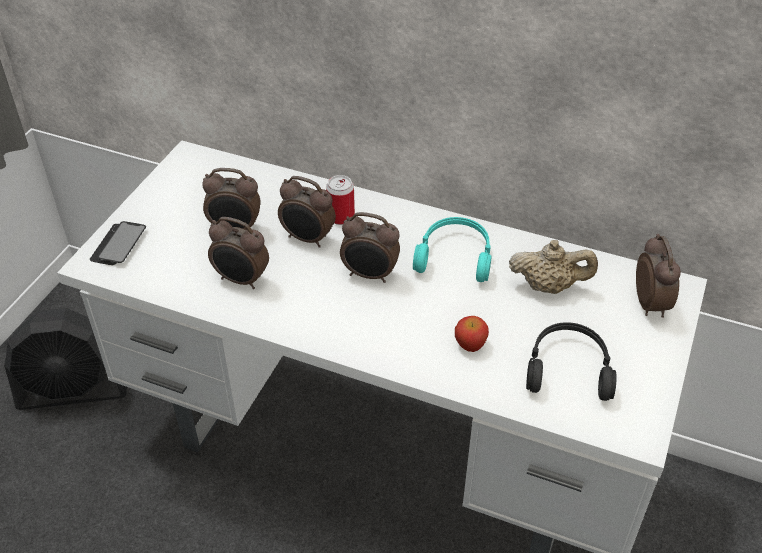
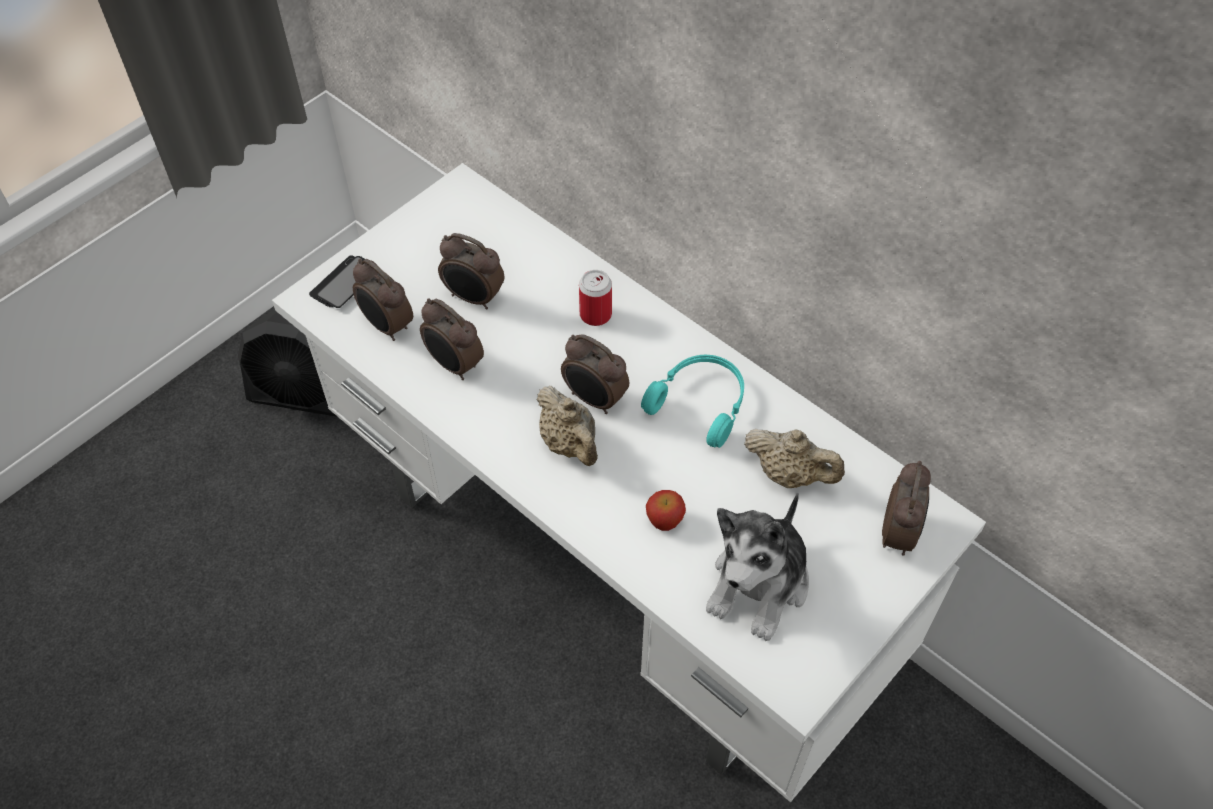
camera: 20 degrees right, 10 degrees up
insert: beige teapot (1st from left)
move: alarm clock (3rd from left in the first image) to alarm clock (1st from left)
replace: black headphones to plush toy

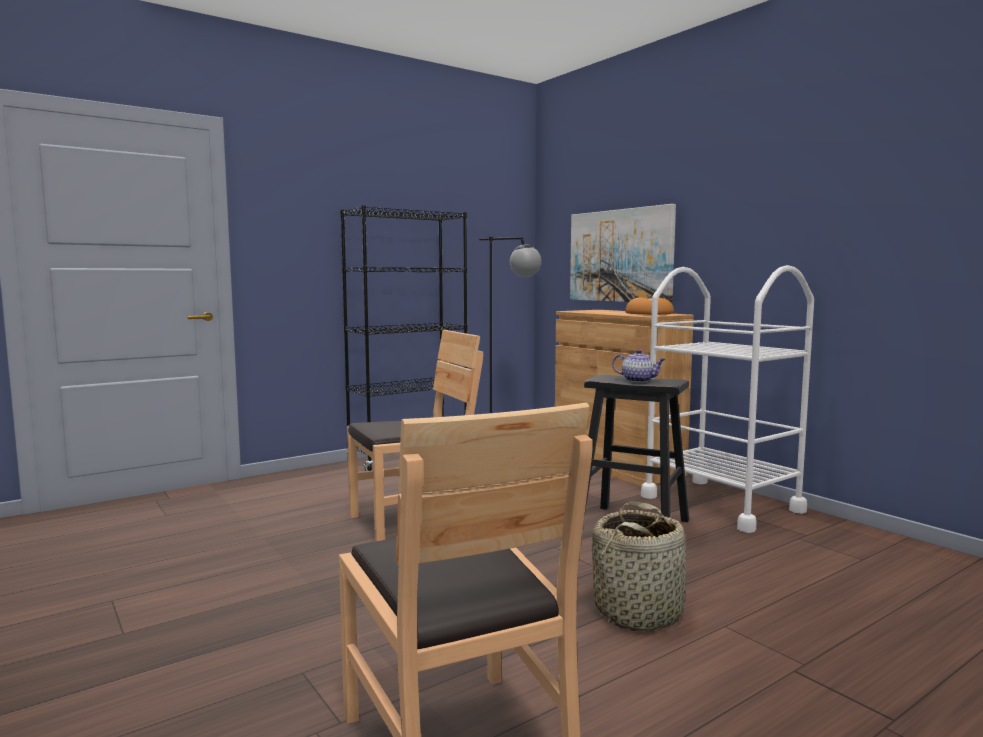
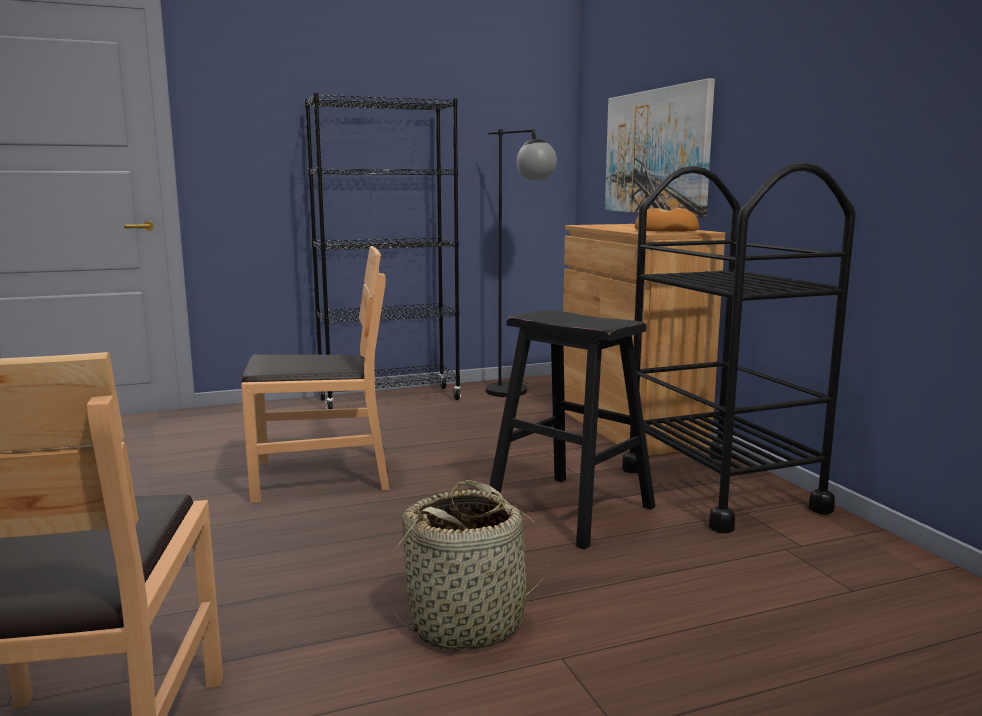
camera: 15 degrees right, 5 degrees up
delete: teapot
recolor: white cart to black cart

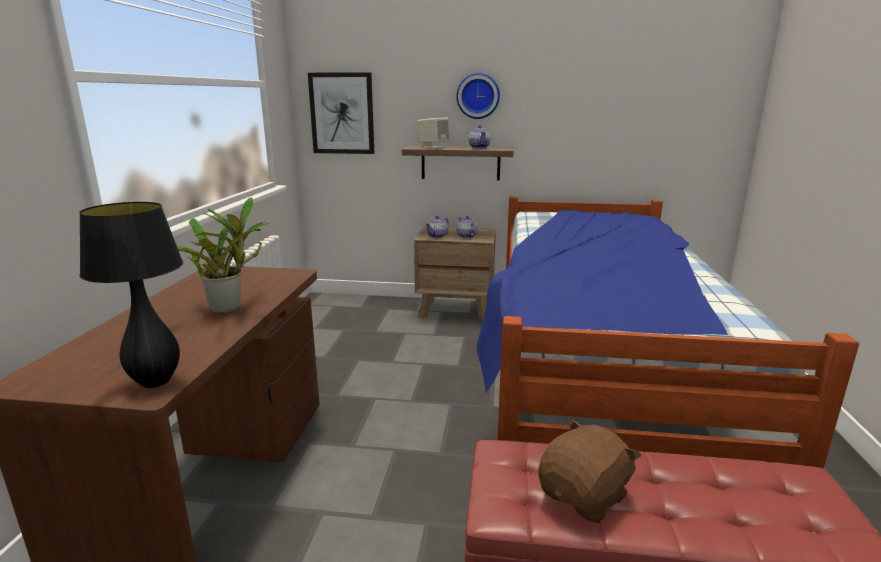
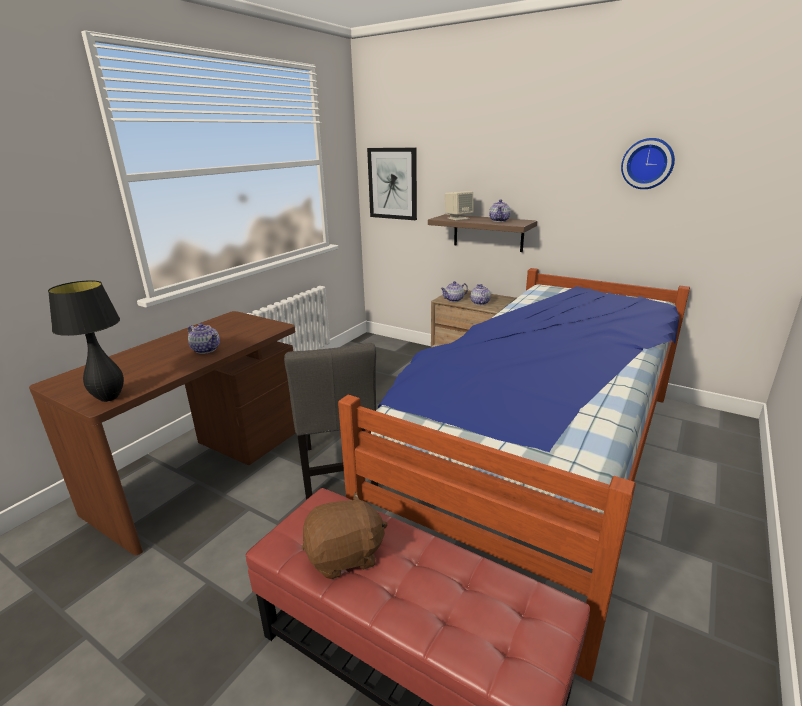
camera: 25 degrees right, 5 degrees up
insert: grey chair
move: wall clock
replace: potted plant to teapot (1st from left)

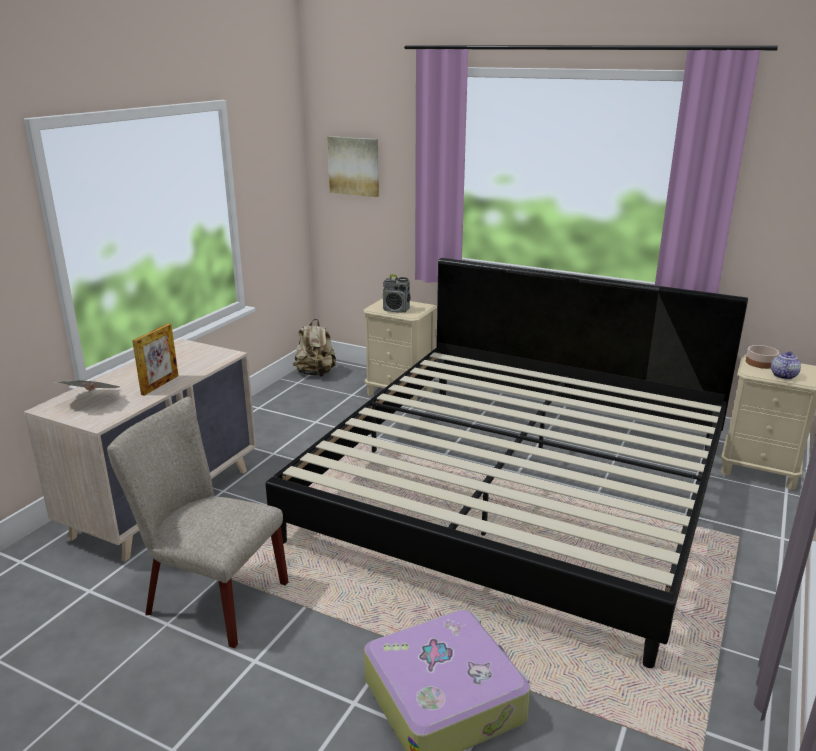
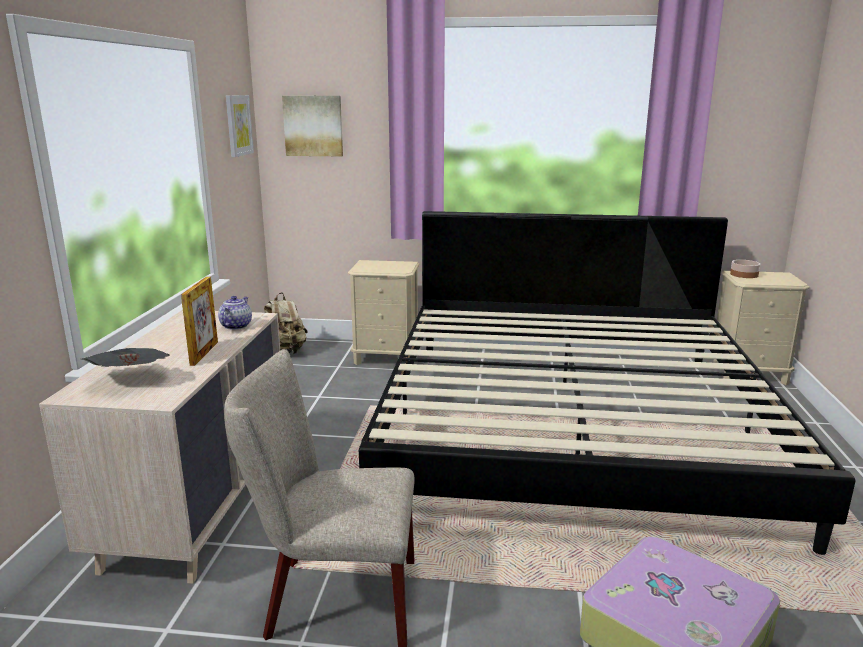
camera: 20 degrees left, 5 degrees down
delete: radio
insert: picture (1st from left)
move: teapot

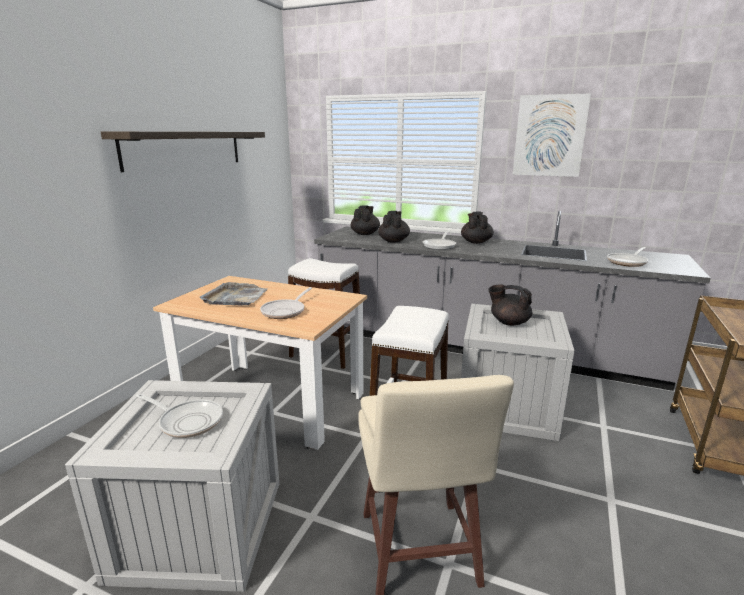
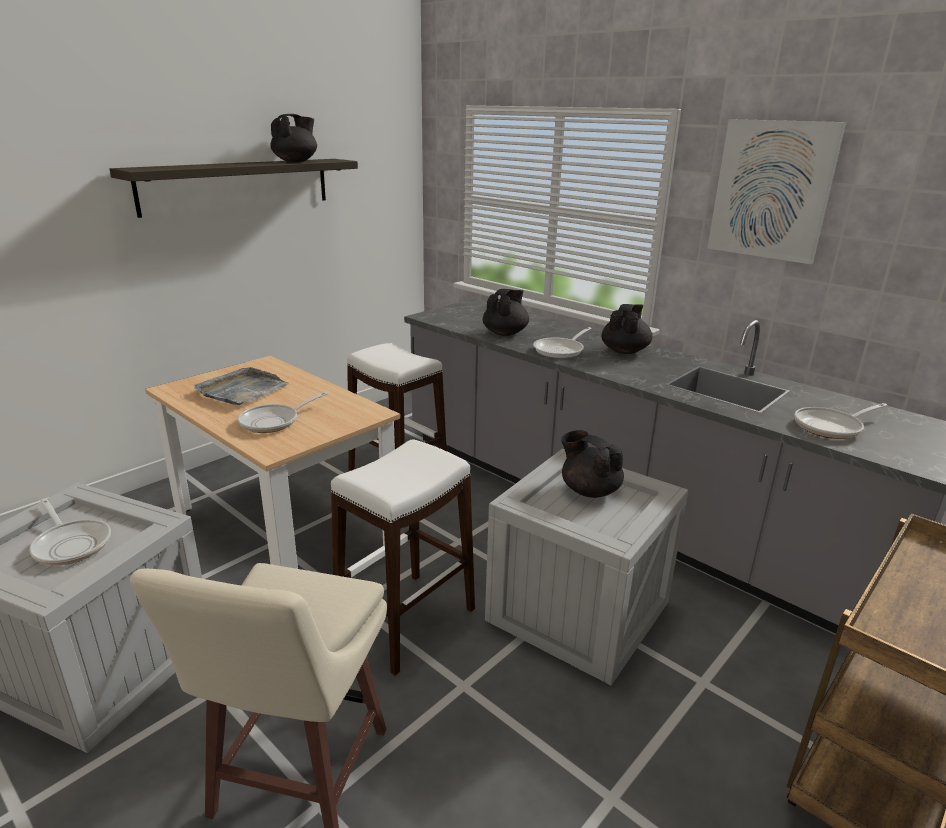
camera: 20 degrees right, 5 degrees up
move: black teapot (1st from left)

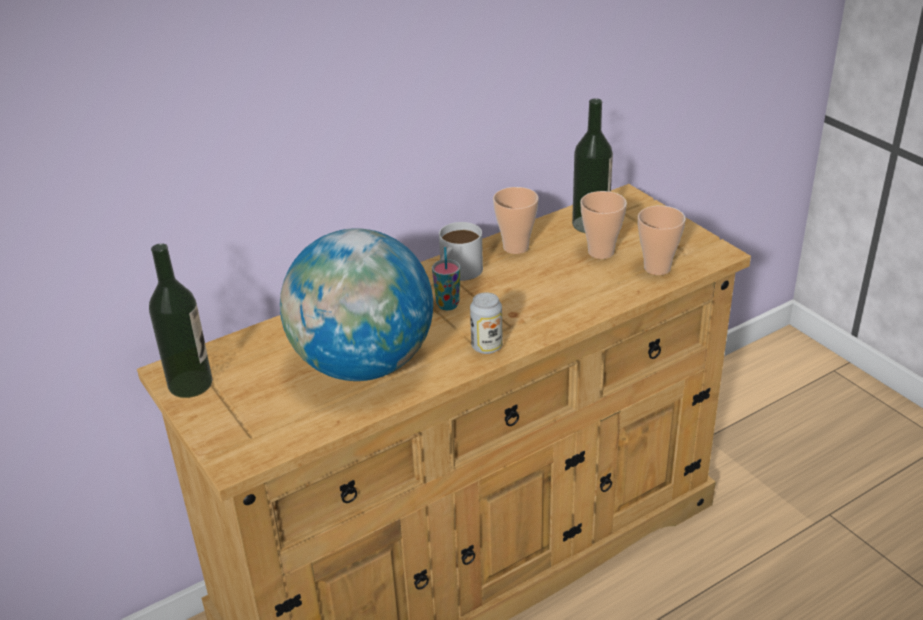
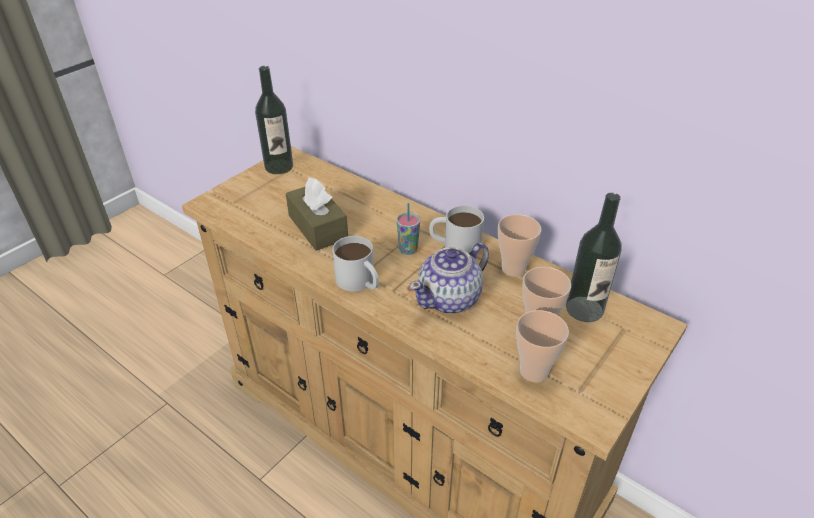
camera: 70 degrees right, 5 degrees up
insert: teapot
replace: globe to brown tissue box; can to white mug (1st from left)

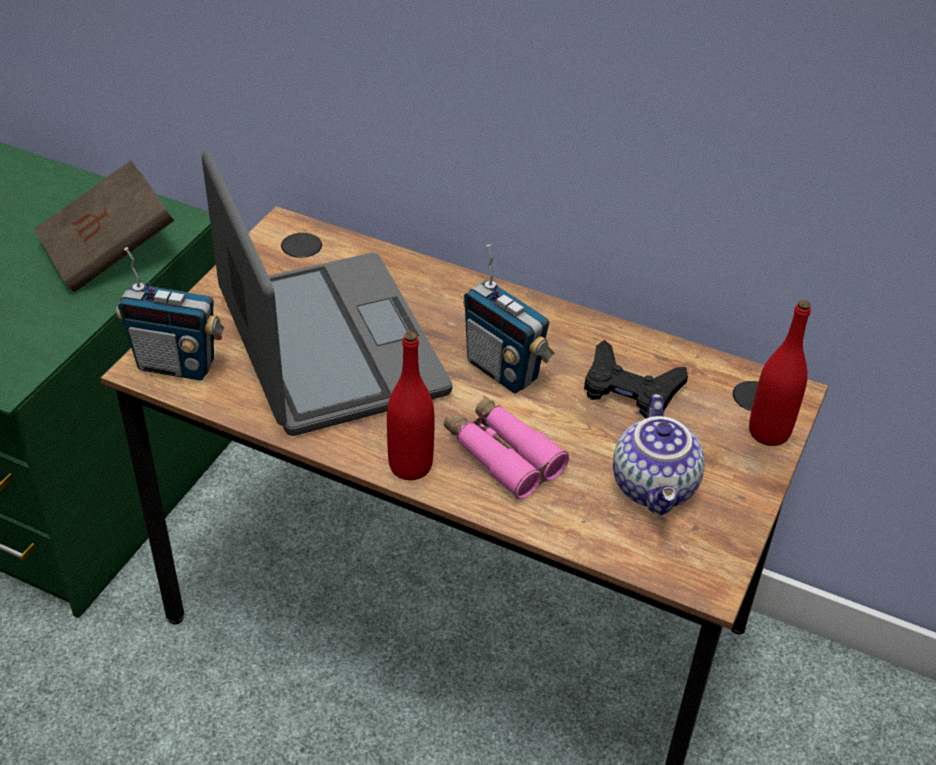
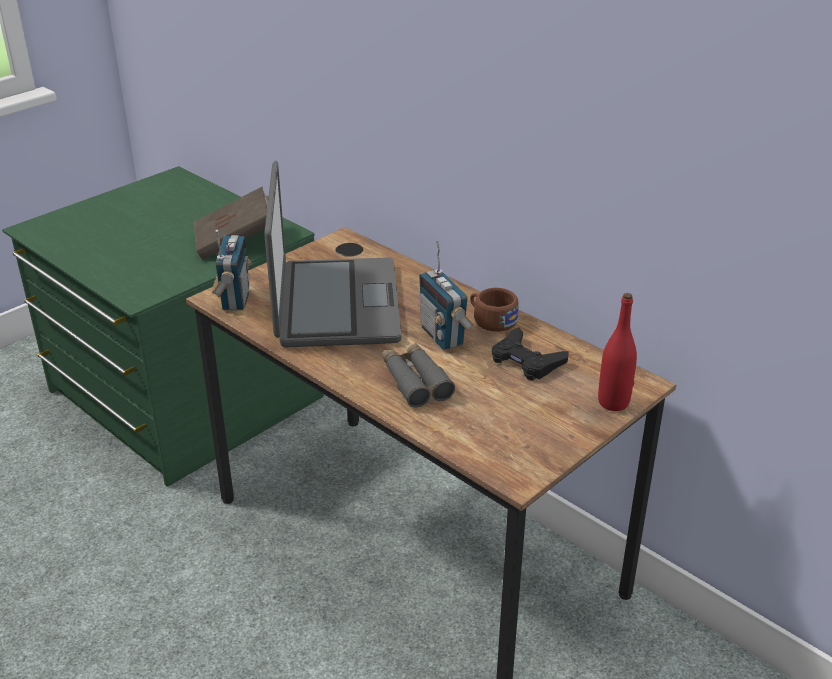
camera: 20 degrees right, 10 degrees down
delete: red bottle (1st from left); teapot
insert: brown cup
recolor: pink binoculars to grey binoculars
rotate: radio (1st from left) 120 degrees counterclockwise

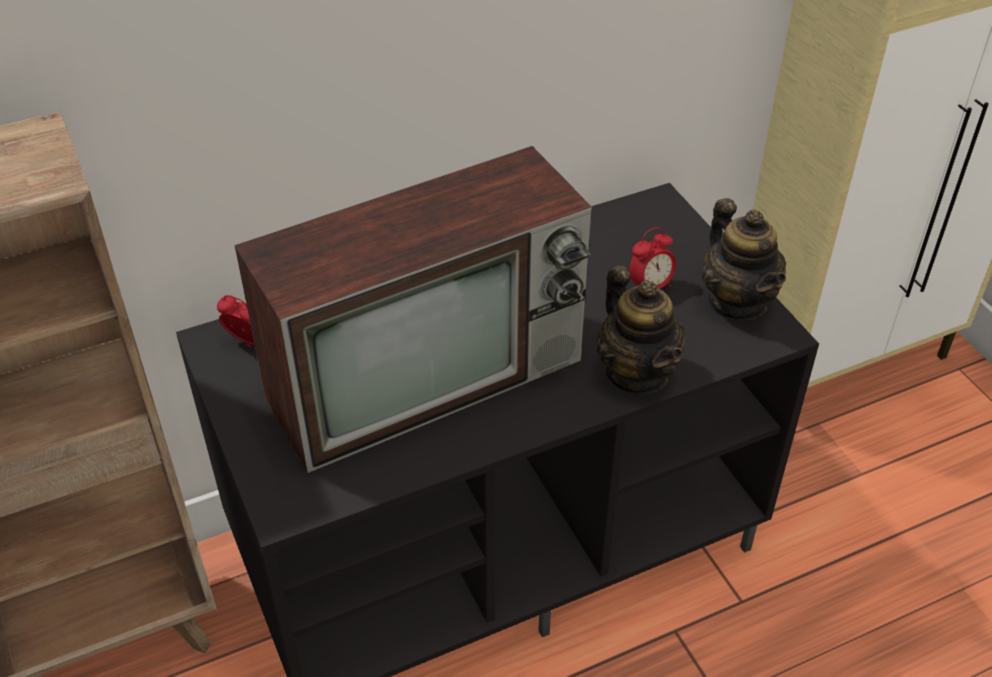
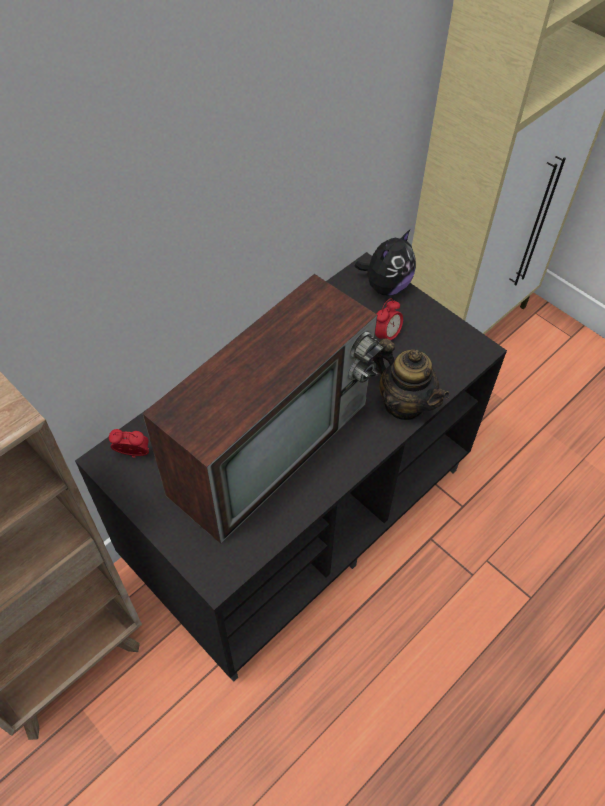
camera: 20 degrees left, 10 degrees up
delete: teapot (2nd from left)
insert: plush toy

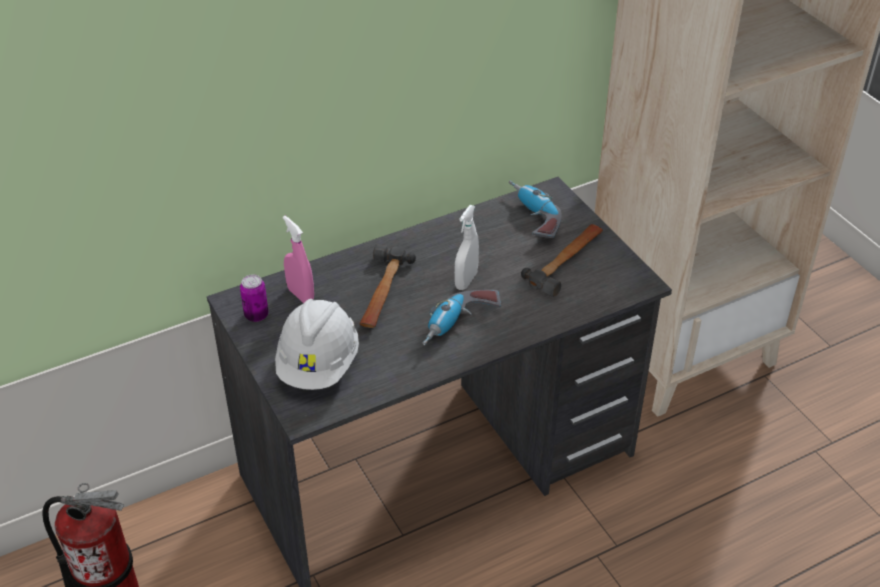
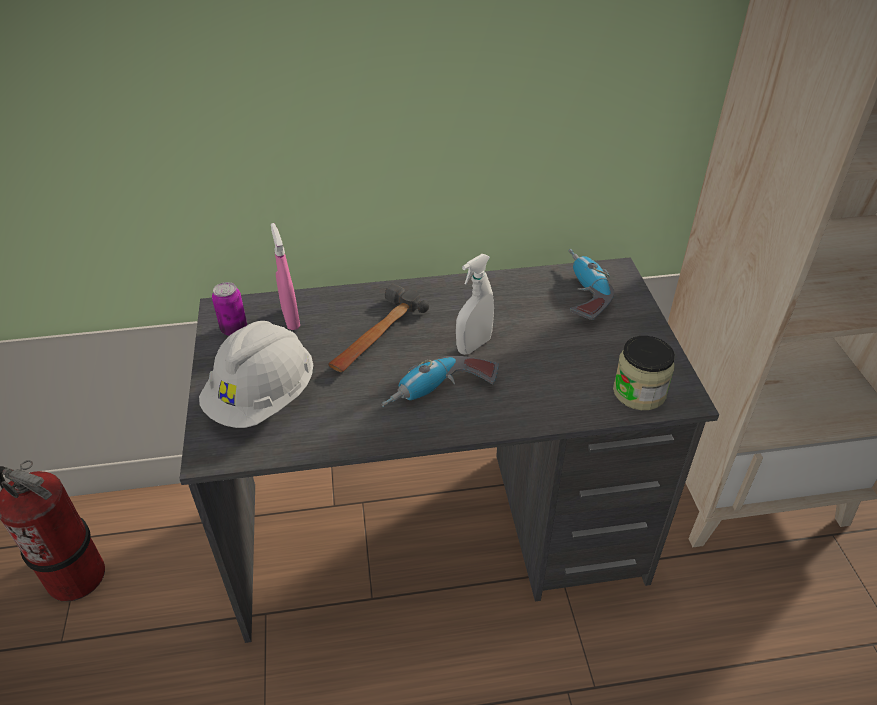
camera: 20 degrees right, 0 degrees up
delete: hammer (2nd from left)
insert: jar

